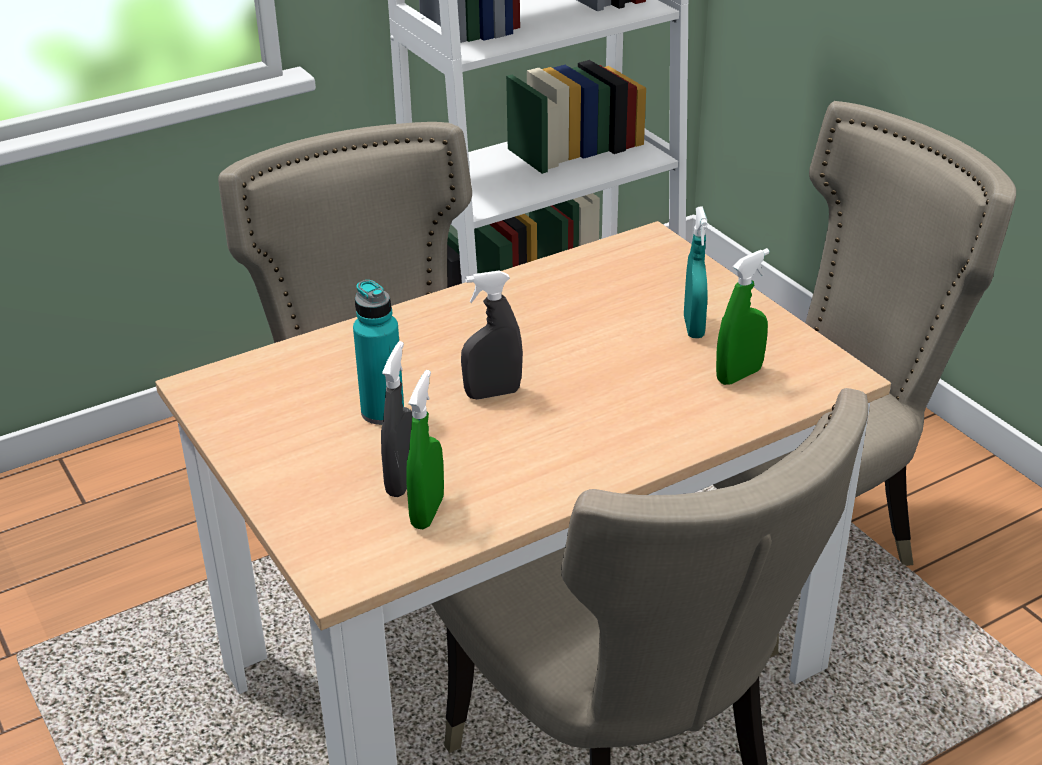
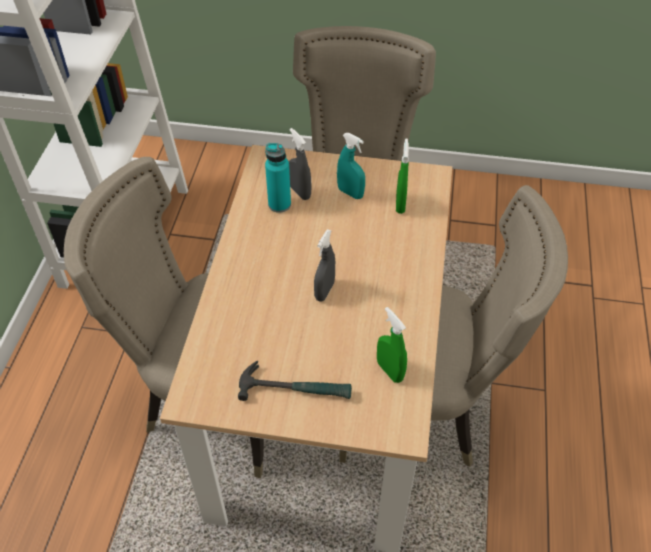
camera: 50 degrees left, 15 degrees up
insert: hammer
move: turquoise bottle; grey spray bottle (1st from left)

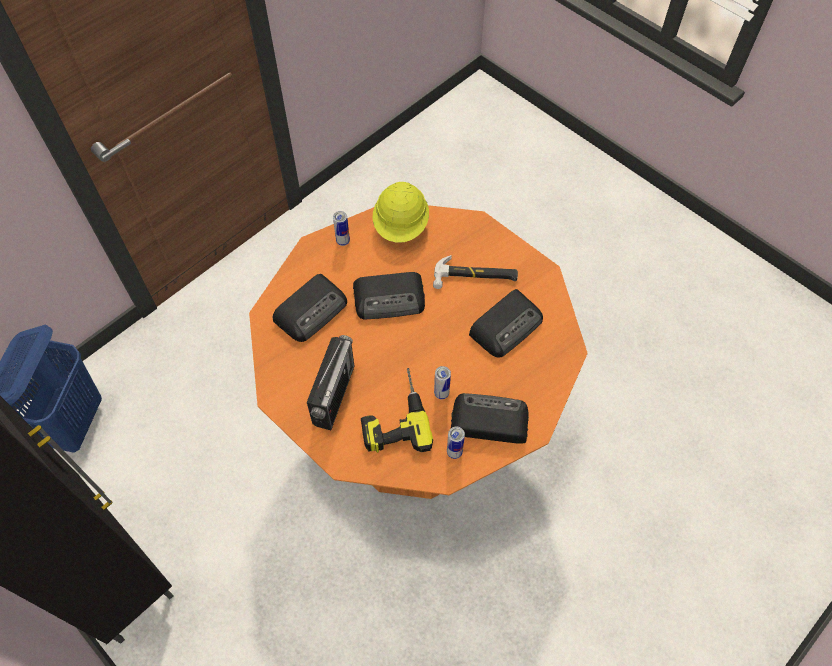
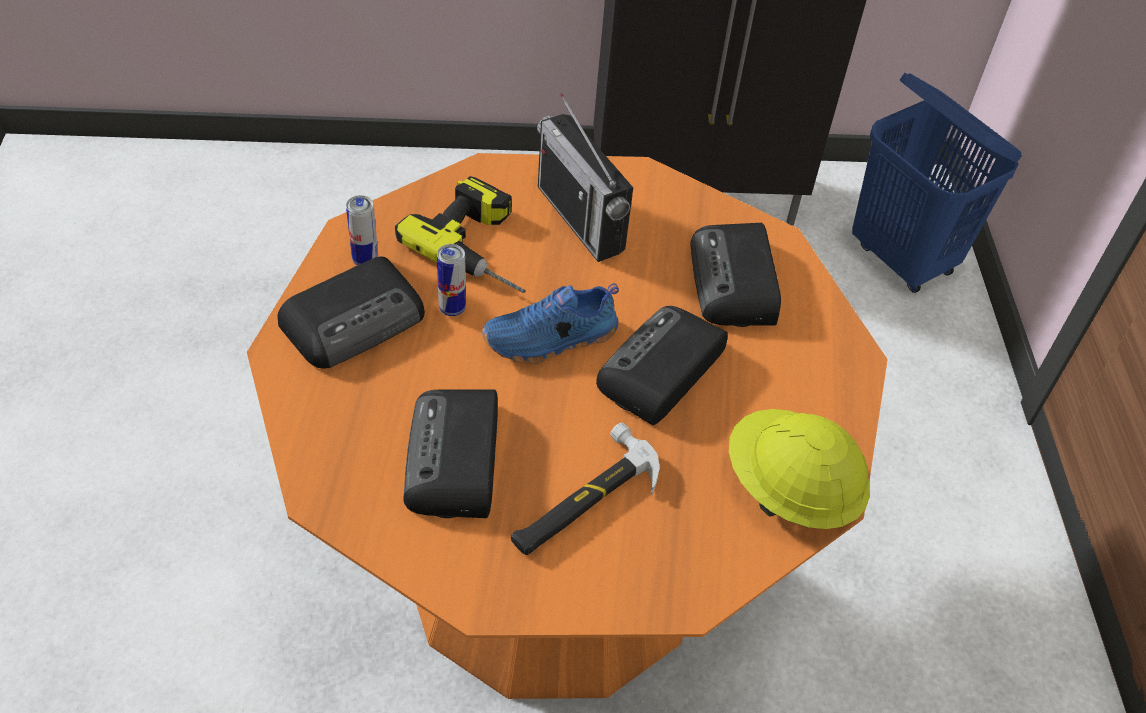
camera: 130 degrees right, 10 degrees down
delete: can (1st from left)
insert: blue shoe

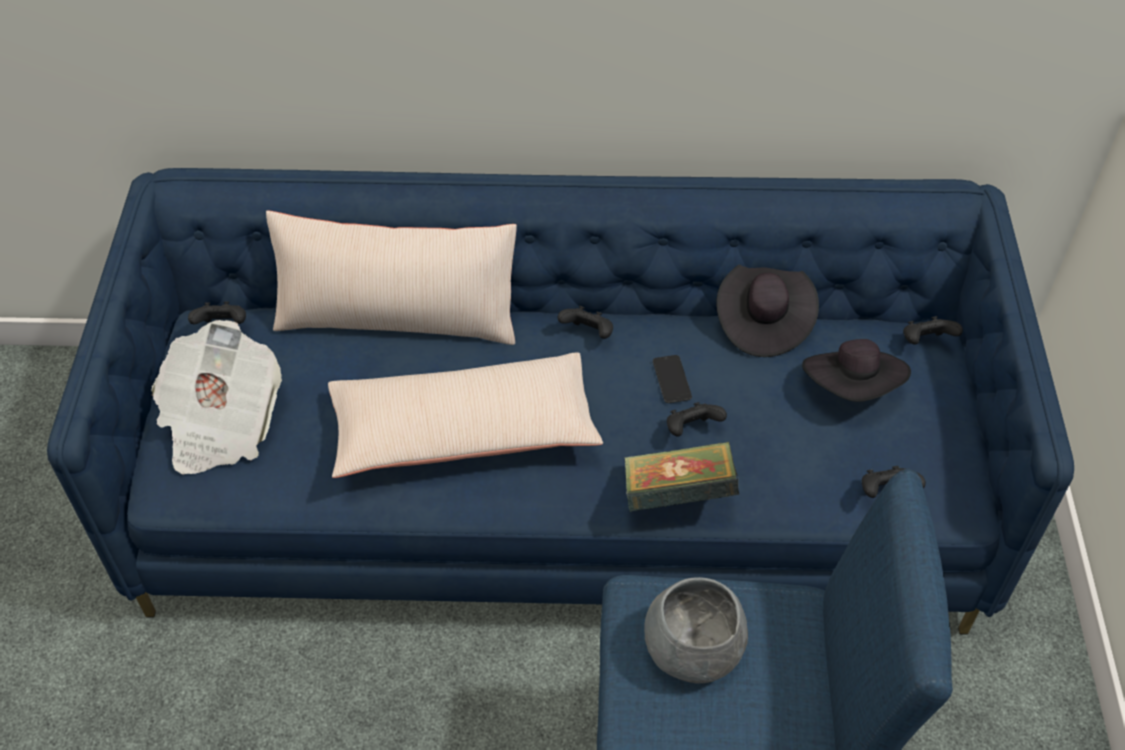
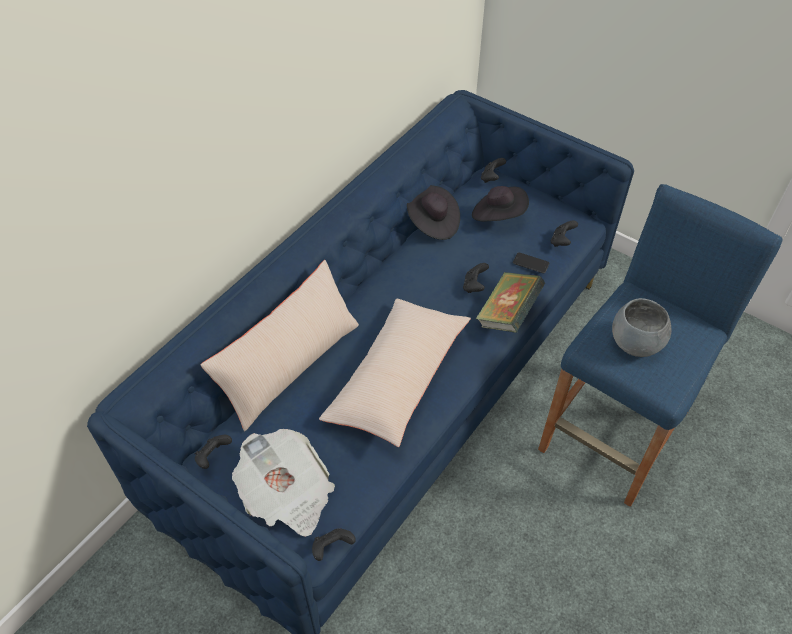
camera: 55 degrees left, 0 degrees up
move: black game controller (2nd from left); phone

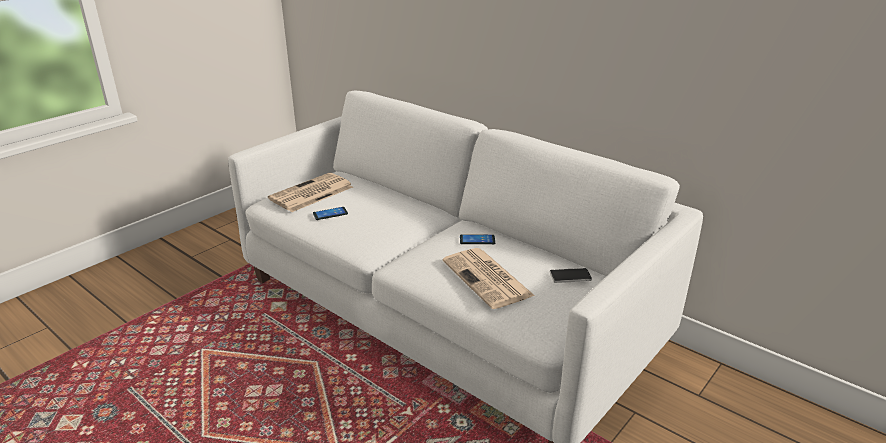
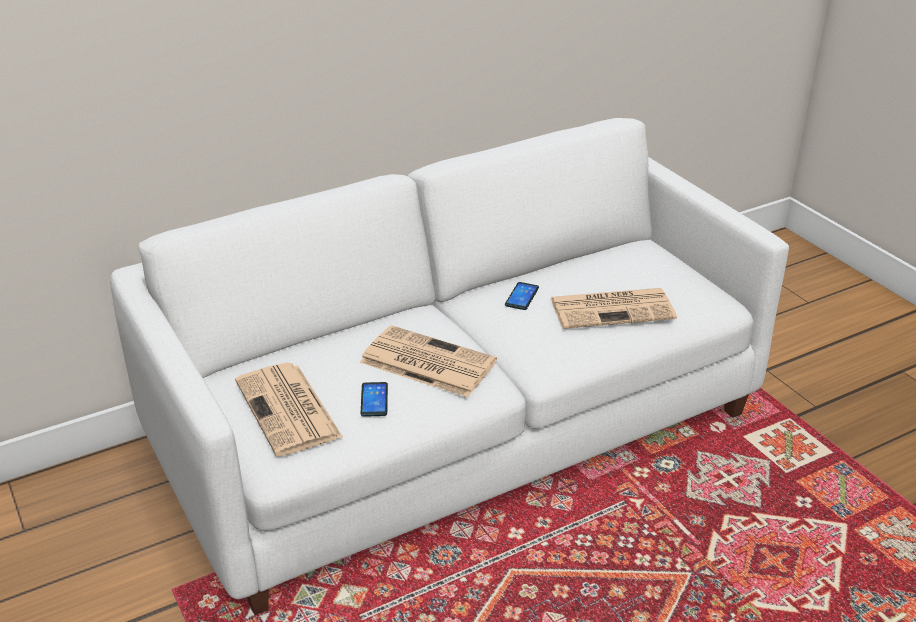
camera: 70 degrees left, 5 degrees up
delete: phone (3rd from left)
insert: newspaper (2nd from left)

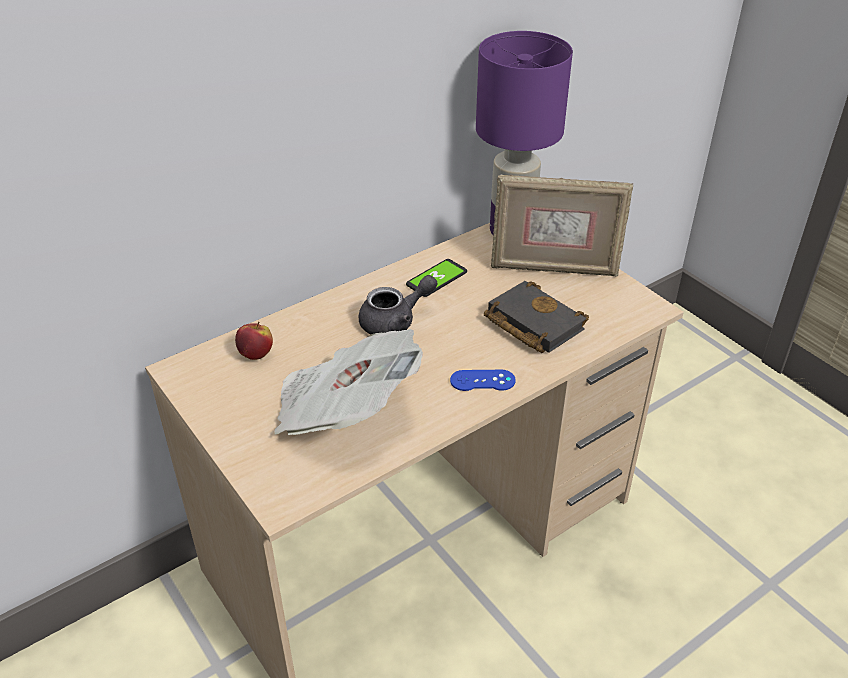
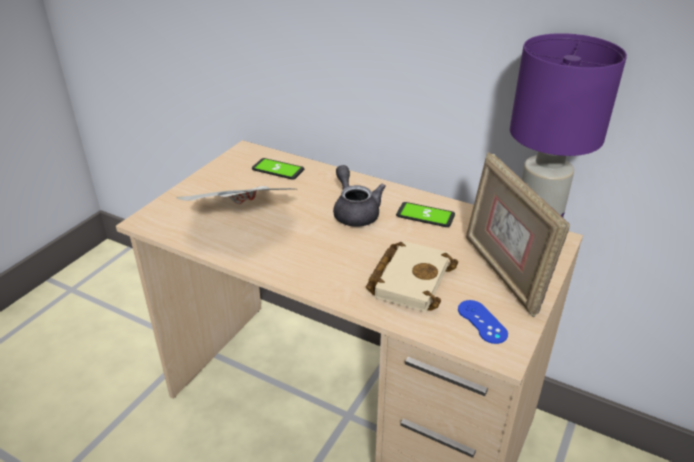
camera: 65 degrees right, 5 degrees down
move: blue game controller
replace: apple to phone (1st from left)
recolor: black book to beige book
rotate: grey teapot 150 degrees counterclockwise

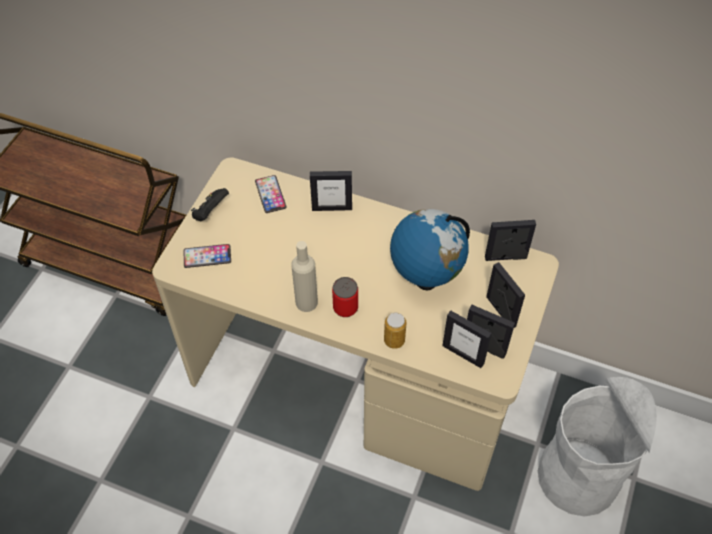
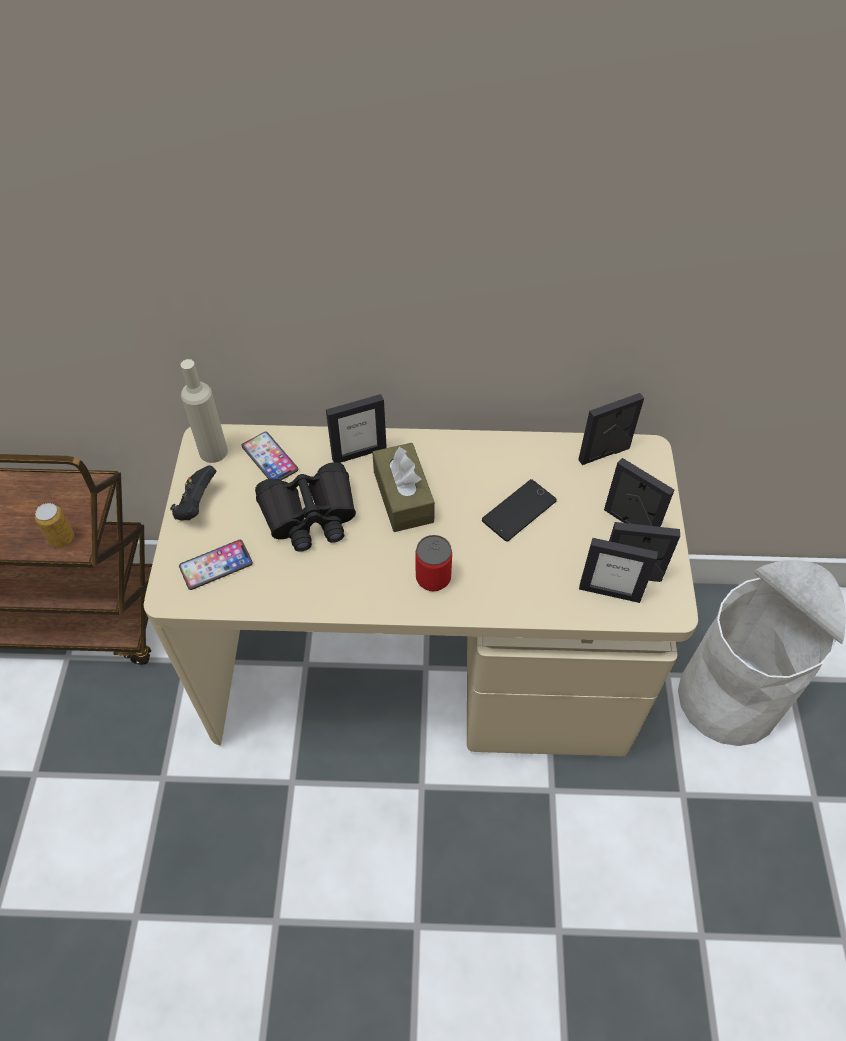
camera: 20 degrees left, 0 degrees up
insert: black binoculars; brown tissue box
move: can (2nd from left in the first image) to can (1st from left); beige bottle
replace: globe to phone (3rd from left)

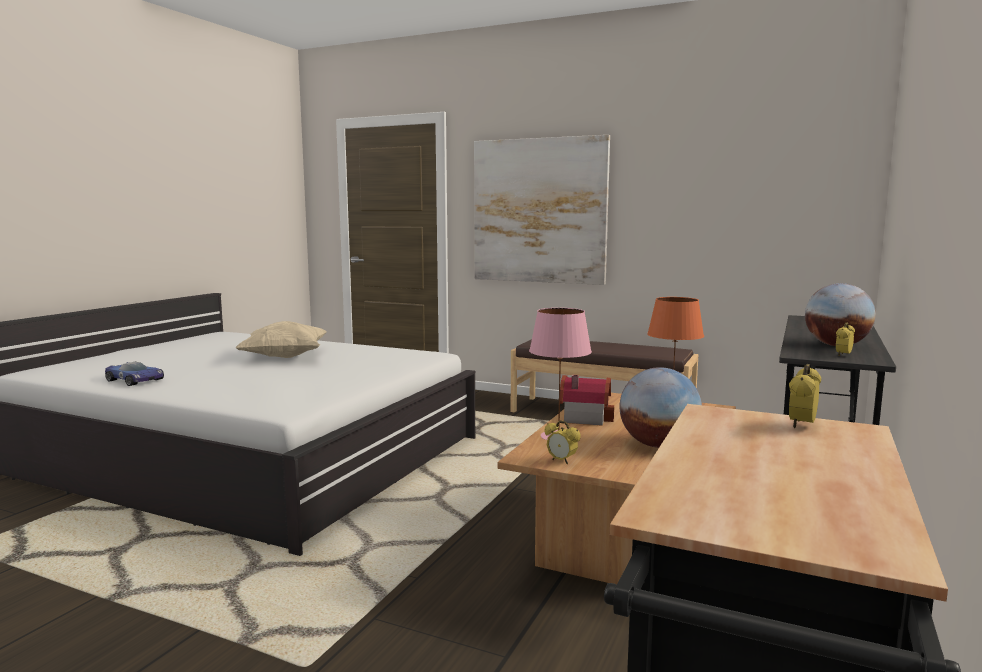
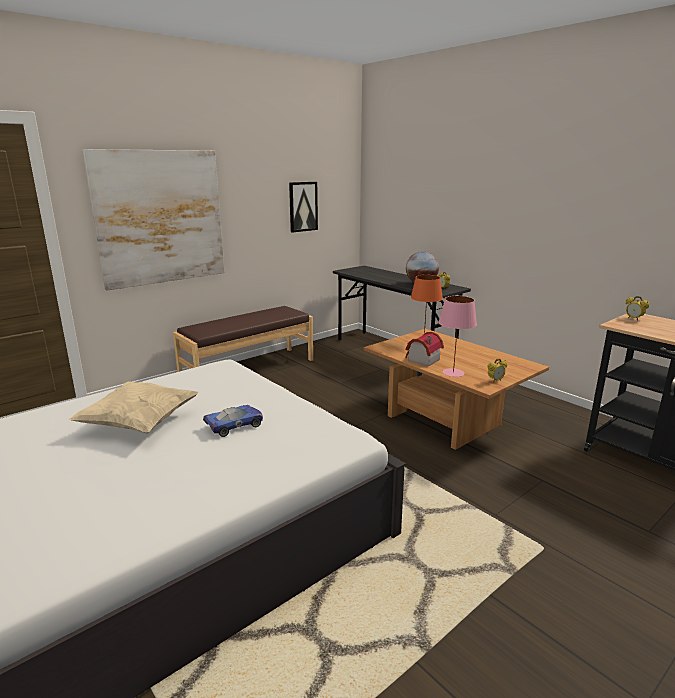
camera: 65 degrees left, 10 degrees up
delete: globe (1st from left)
insert: picture (2nd from left)
move: toy car

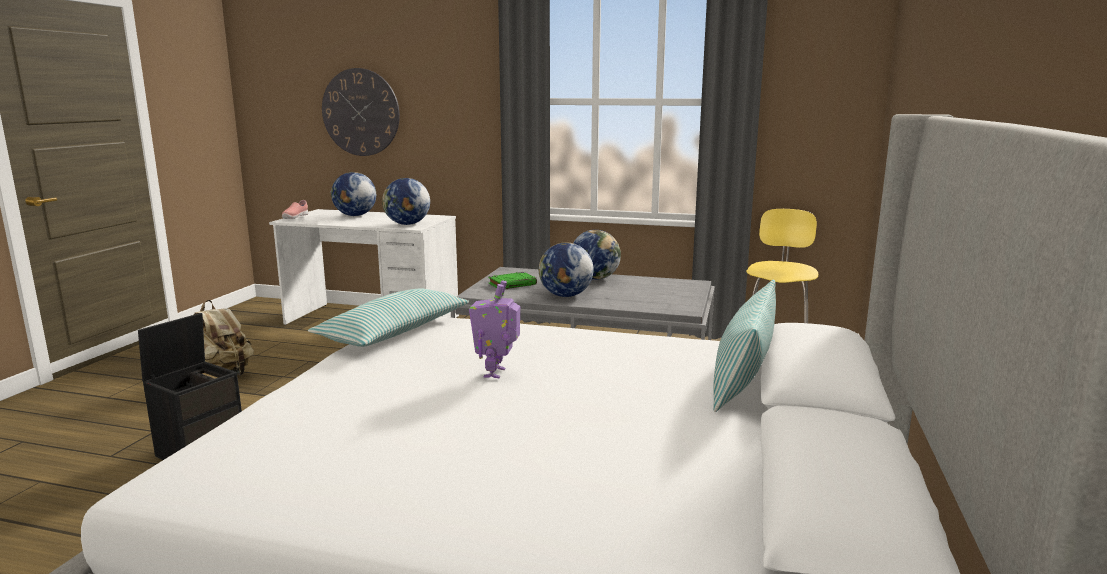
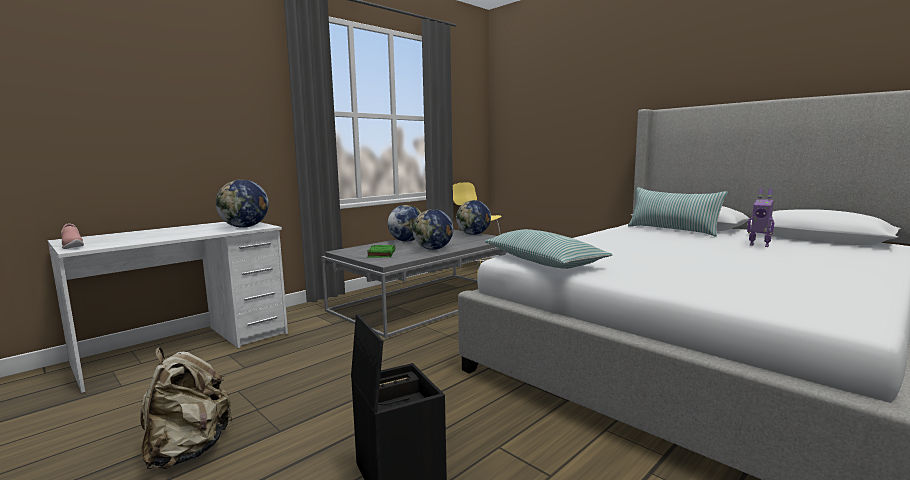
camera: 60 degrees left, 5 degrees down
delete: wall clock
move: globe (1st from left in the first image) to globe (4th from left); toy robot

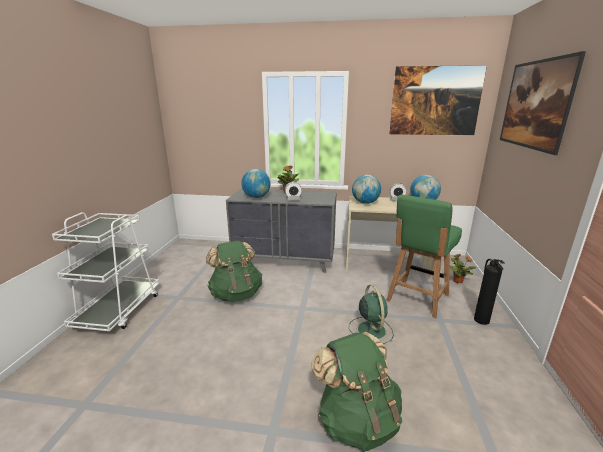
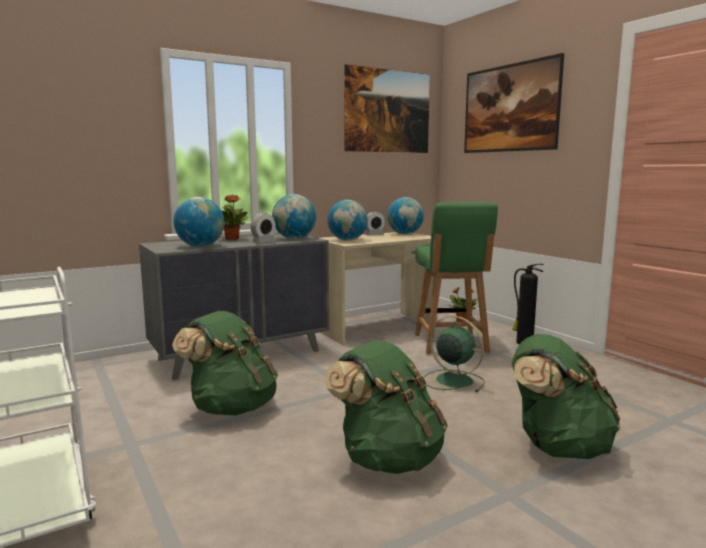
camera: 40 degrees left, 10 degrees down
insert: globe (2nd from left); green backpack (2nd from left)

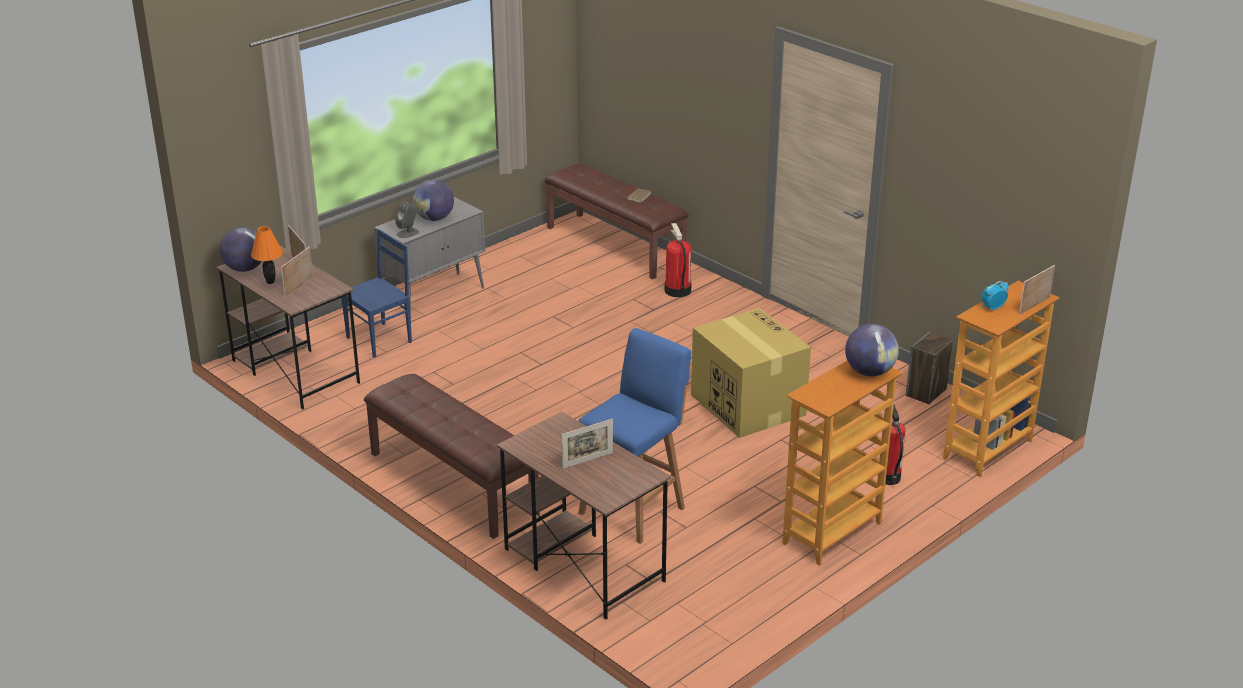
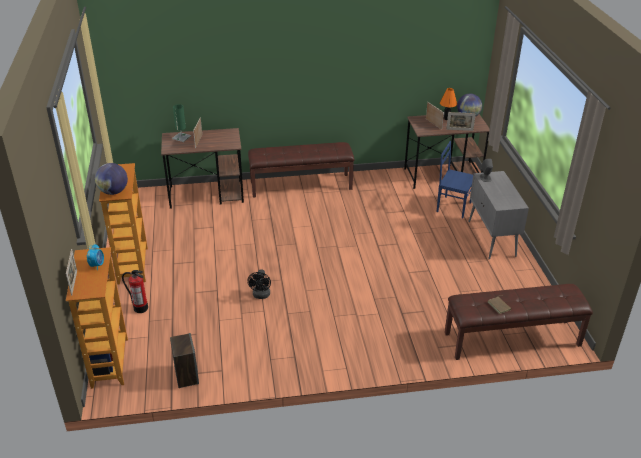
camera: 125 degrees right, 5 degrees up
delete: globe (2nd from left); blue stool; fire extinguisher (1st from left)
insert: green table lamp
replace: cardboard box to black fan
rotate: blue chair 120 degrees clockwise

